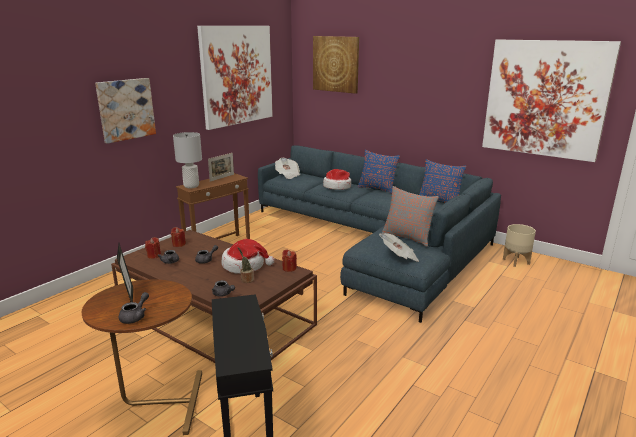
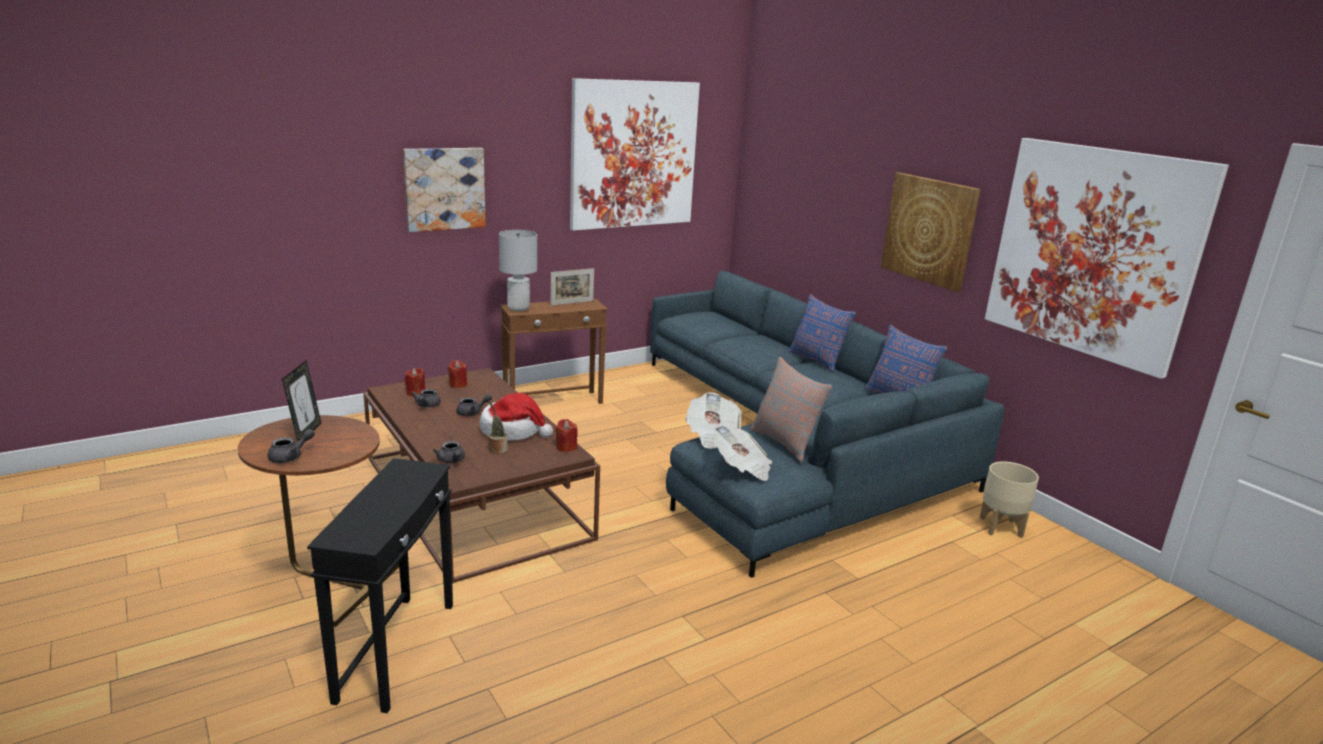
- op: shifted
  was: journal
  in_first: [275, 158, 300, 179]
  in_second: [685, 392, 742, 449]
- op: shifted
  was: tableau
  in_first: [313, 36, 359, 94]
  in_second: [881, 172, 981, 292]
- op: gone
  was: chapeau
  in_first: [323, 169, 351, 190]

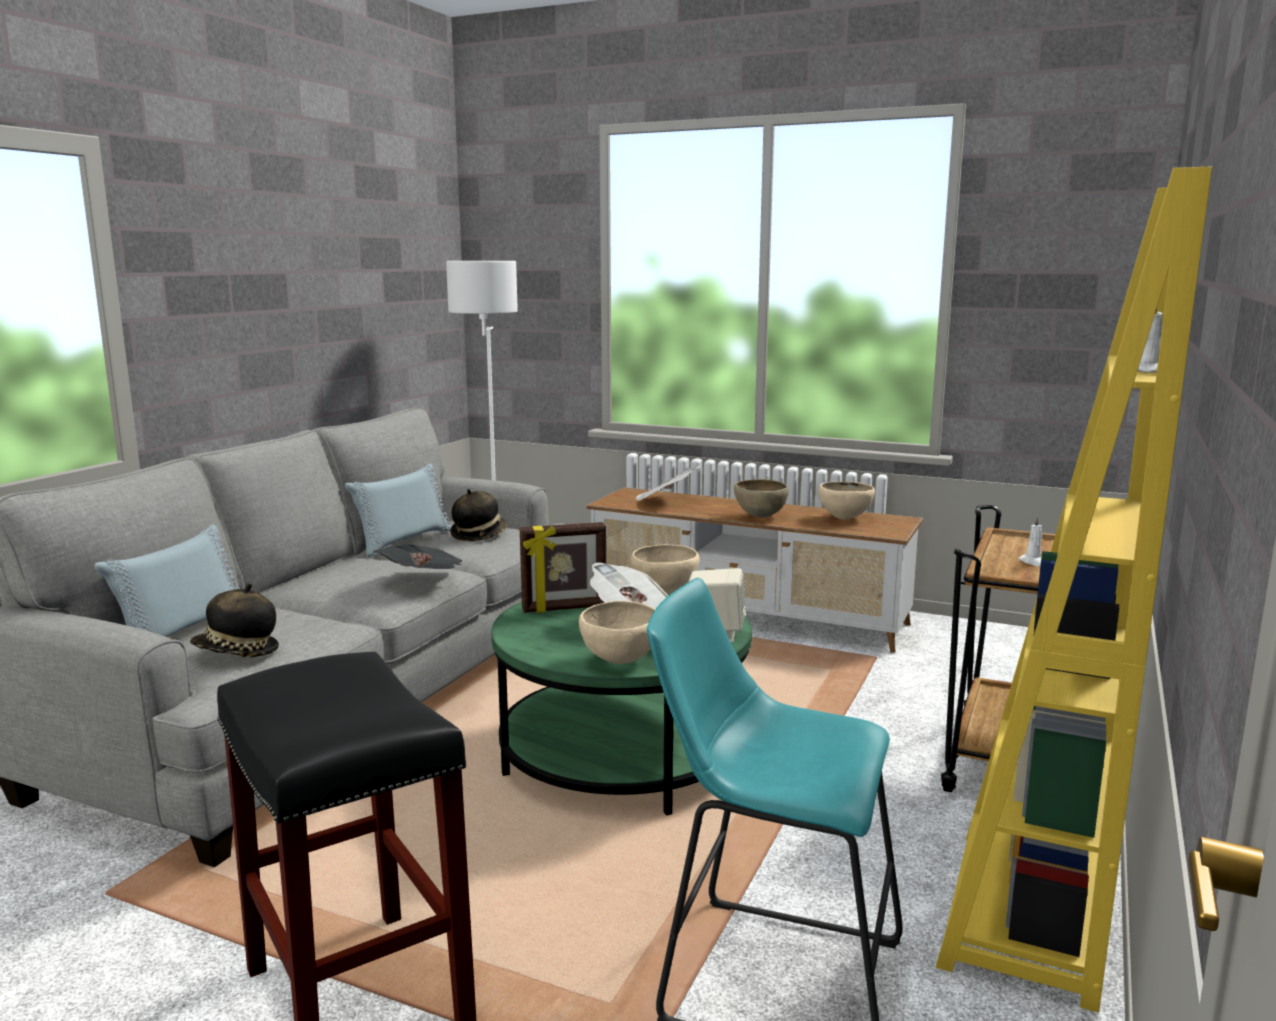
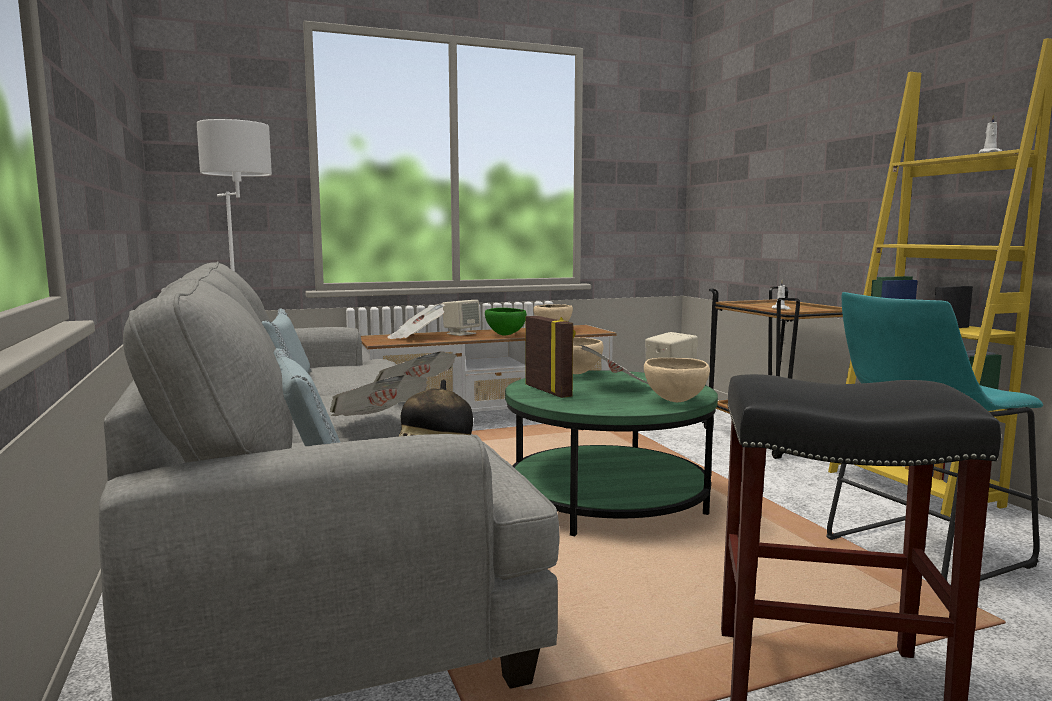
- op: gone
  was: chapeau
  in_first: [450, 489, 507, 541]
- op: rotated
  was: cadre photo
  in_first: [520, 522, 606, 613]
  in_second: [525, 316, 575, 398]
  clockwise: -60
- op: repainted
  was: bol [marron]
  now: bol [vert]
  in_first: [734, 479, 789, 518]
  in_second: [485, 308, 527, 336]
- op: new
  now: journal
  in_second: [330, 375, 428, 416]
- op: new
  now: enceinte [beige]
  in_second: [442, 300, 480, 336]

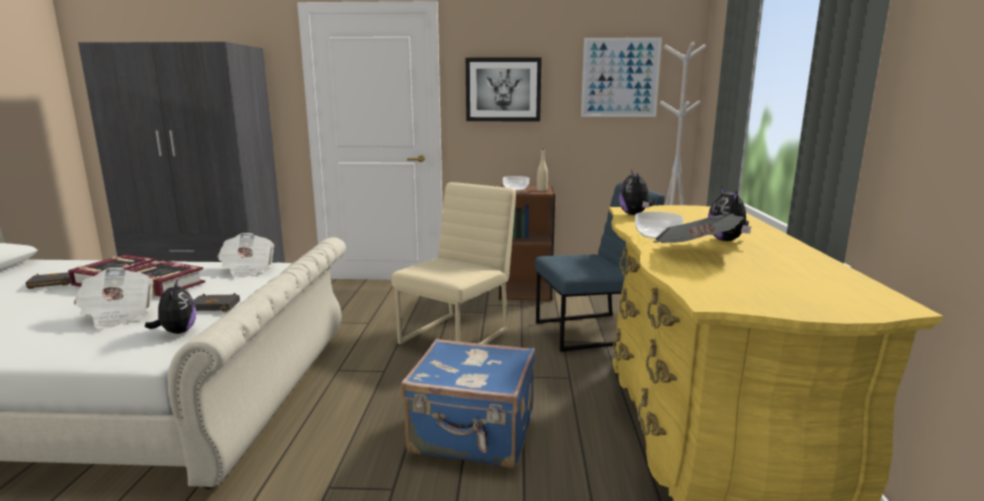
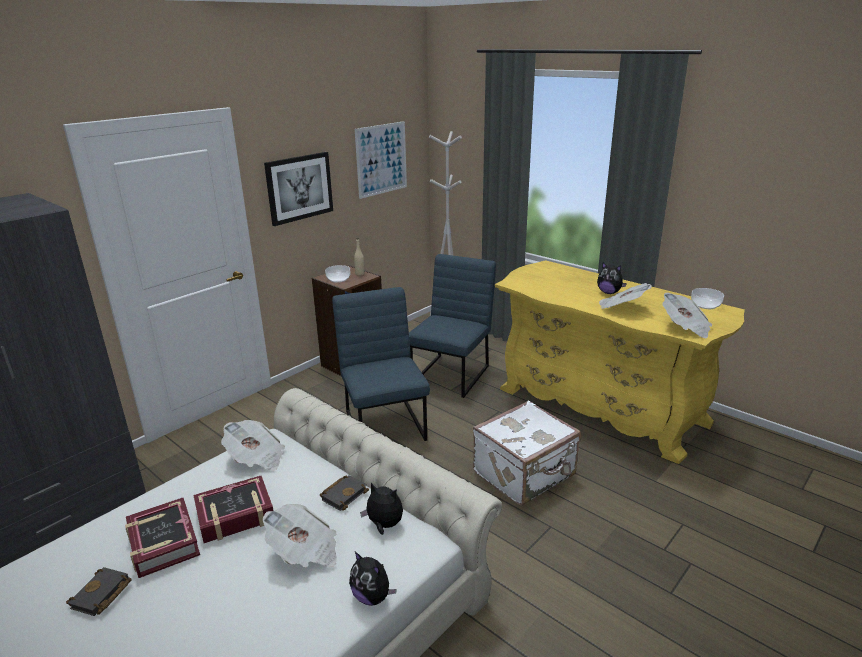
- op: repainted
  was: chaise [beige]
  now: chaise [bleu]
  in_first: [391, 182, 516, 344]
  in_second: [332, 287, 430, 441]
- op: repainted
  was: valise [bleu]
  now: valise [blanc]
  in_first: [401, 339, 535, 468]
  in_second: [473, 401, 581, 506]
- op: shifted
  was: peluche
  in_first: [619, 169, 655, 215]
  in_second: [349, 552, 397, 606]
- op: shifted
  was: bol
  in_first: [635, 212, 684, 239]
  in_second: [691, 288, 724, 309]
- op: new
  now: journal
  in_second: [662, 292, 712, 339]

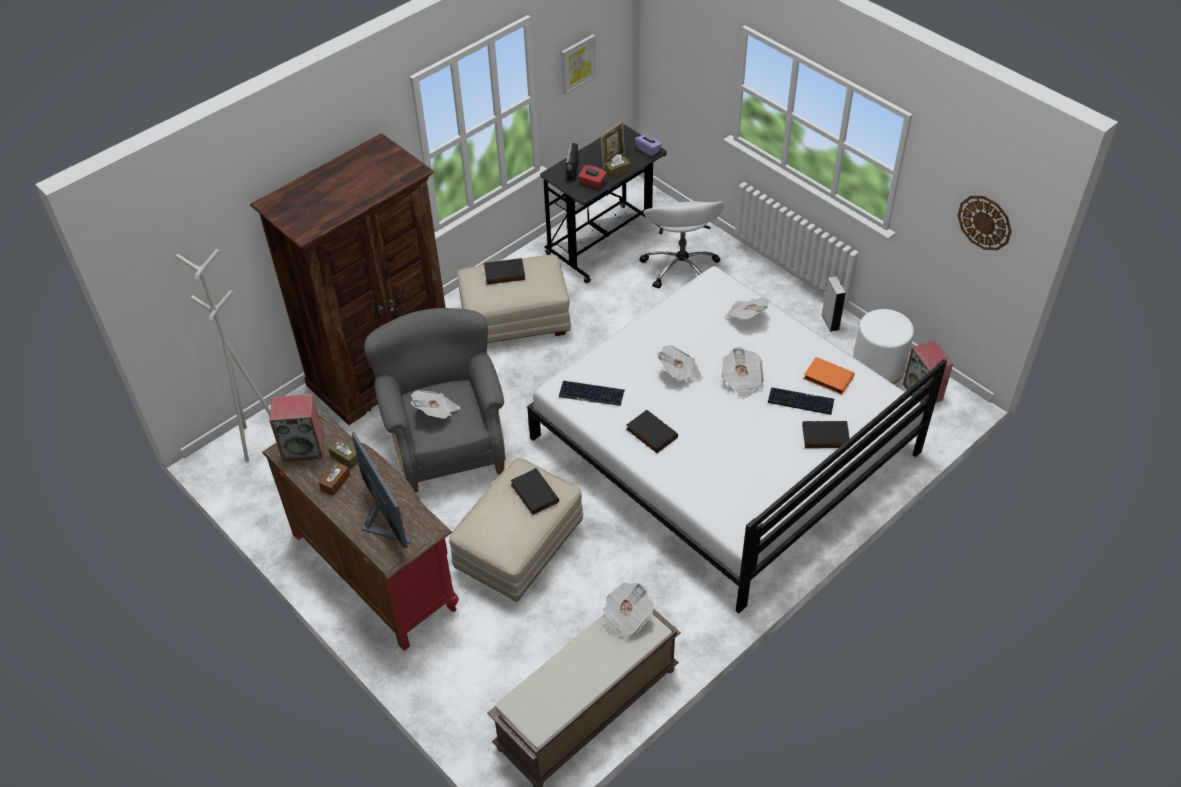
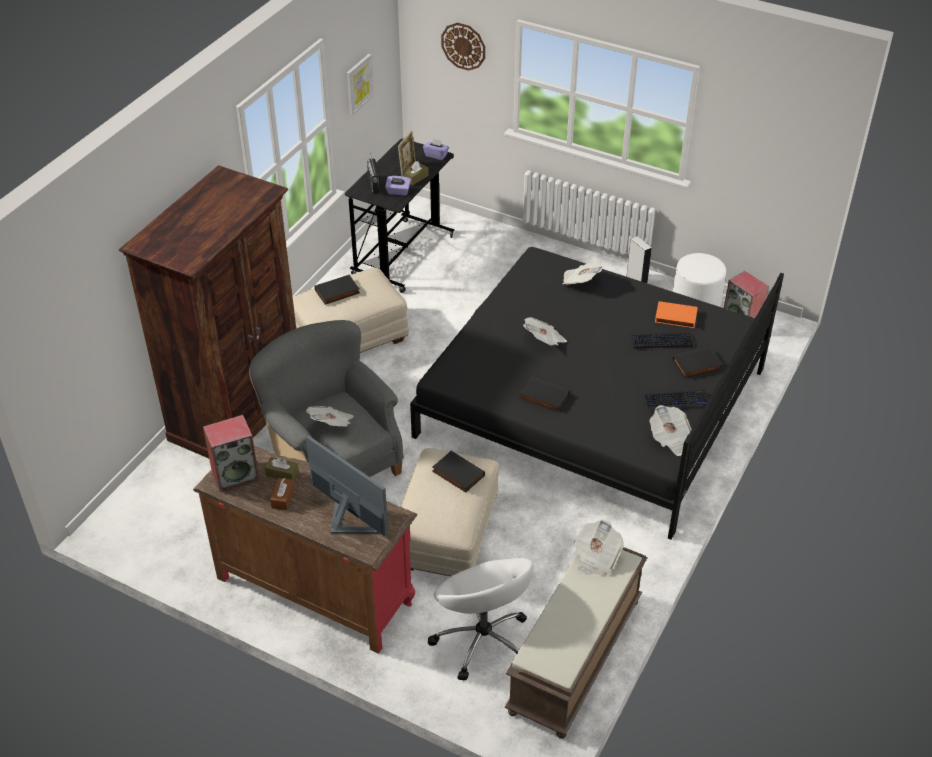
- op: gone
  was: portant [gris]
  in_first: [175, 249, 270, 462]
- op: repainted
  was: lit [blanc]
  now: lit [noir]
  in_first: [527, 266, 947, 614]
  in_second: [410, 247, 784, 540]
- op: shifted
  was: clavier
  in_first: [559, 381, 625, 406]
  in_second: [644, 390, 708, 410]
- op: repainted
  was: boîte à mouchoirs [rouge]
  now: boîte à mouchoirs [violet]
  in_first: [579, 165, 607, 188]
  in_second: [385, 176, 411, 196]
- op: shifted
  was: chaise de bureau [blanc]
  in_first: [639, 201, 724, 288]
  in_second: [428, 558, 534, 680]
- op: shifted
  was: journal
  in_first: [722, 347, 764, 399]
  in_second: [649, 405, 692, 456]
- op: shifted
  was: horloge murale
  in_first: [957, 196, 1012, 250]
  in_second: [441, 23, 485, 71]

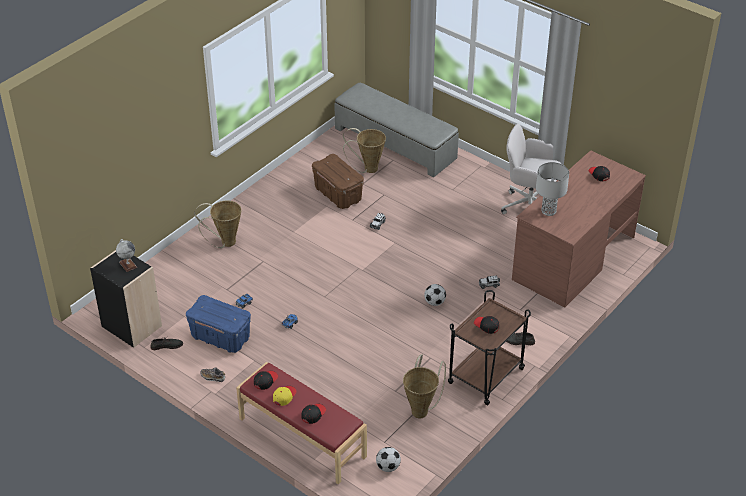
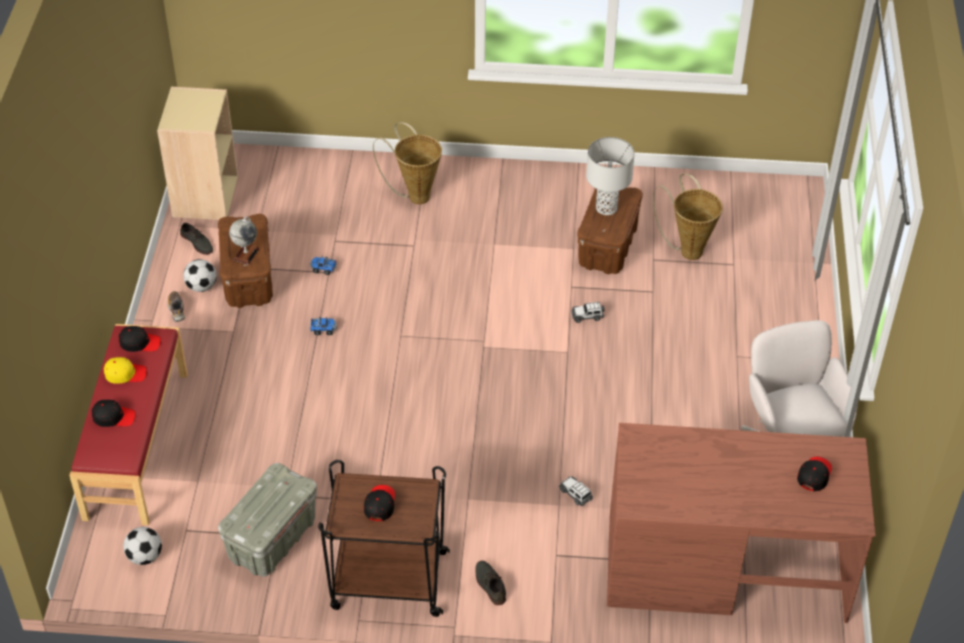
- op: repainted
  was: bibliothèque [noir]
  now: bibliothèque [beige]
  in_first: [90, 250, 162, 348]
  in_second: [157, 87, 238, 220]
- op: shifted
  was: globe
  in_first: [116, 239, 137, 272]
  in_second: [229, 217, 259, 265]
- op: repainted
  was: boîte de rangement [bleu]
  now: boîte de rangement [marron]
  in_first: [186, 295, 251, 353]
  in_second: [218, 214, 273, 308]
- op: gone
  was: banc [gris]
  in_first: [334, 83, 459, 177]
- op: swapped
  was: panier
  now: boîte de rangement [gris]
  in_first: [403, 355, 446, 418]
  in_second: [218, 463, 317, 577]
- op: shifted
  was: ballon de foot
  in_first: [424, 284, 446, 306]
  in_second: [183, 259, 217, 292]
- op: shifted
  was: lampe de table [blanc]
  in_first: [536, 162, 569, 216]
  in_second: [586, 137, 635, 215]

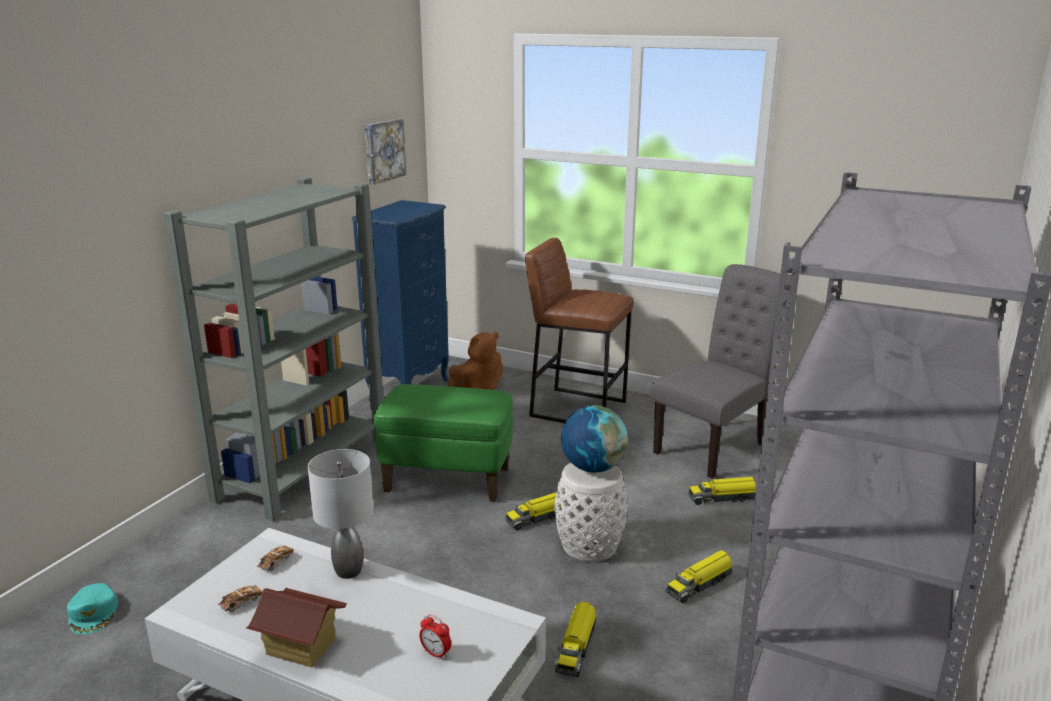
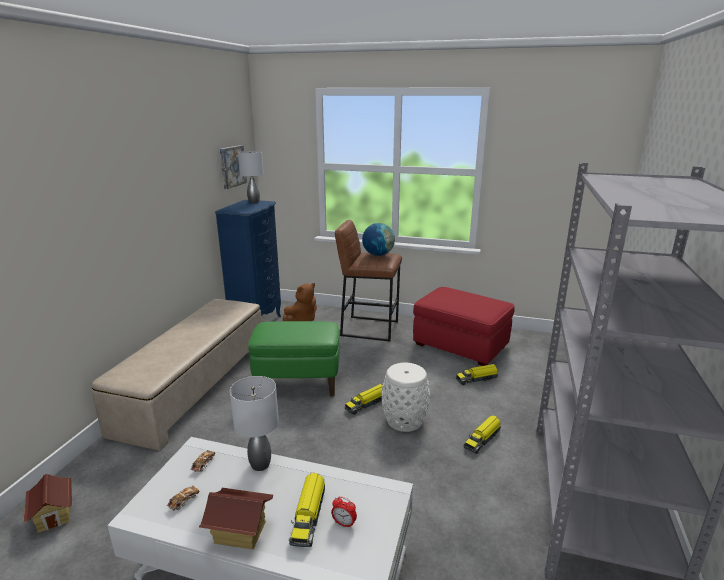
- op: swapped
  was: casquette [turquoise]
  now: maison miniature
  in_first: [67, 583, 118, 634]
  in_second: [24, 474, 72, 533]
- op: swapped
  was: bibliothèque [gris]
  now: banc [beige]
  in_first: [163, 177, 384, 522]
  in_second: [92, 299, 262, 451]
- op: shifted
  was: camion jouet
  in_first: [554, 601, 596, 677]
  in_second: [289, 473, 325, 547]
- op: shifted
  was: globe
  in_first: [561, 405, 628, 473]
  in_second: [362, 223, 395, 256]
- op: swapped
  was: chaise [gris]
  now: pouf [rouge]
  in_first: [652, 264, 791, 479]
  in_second: [413, 287, 515, 366]
- op: new
  now: lampe de table [gris]
  in_second: [238, 151, 264, 203]

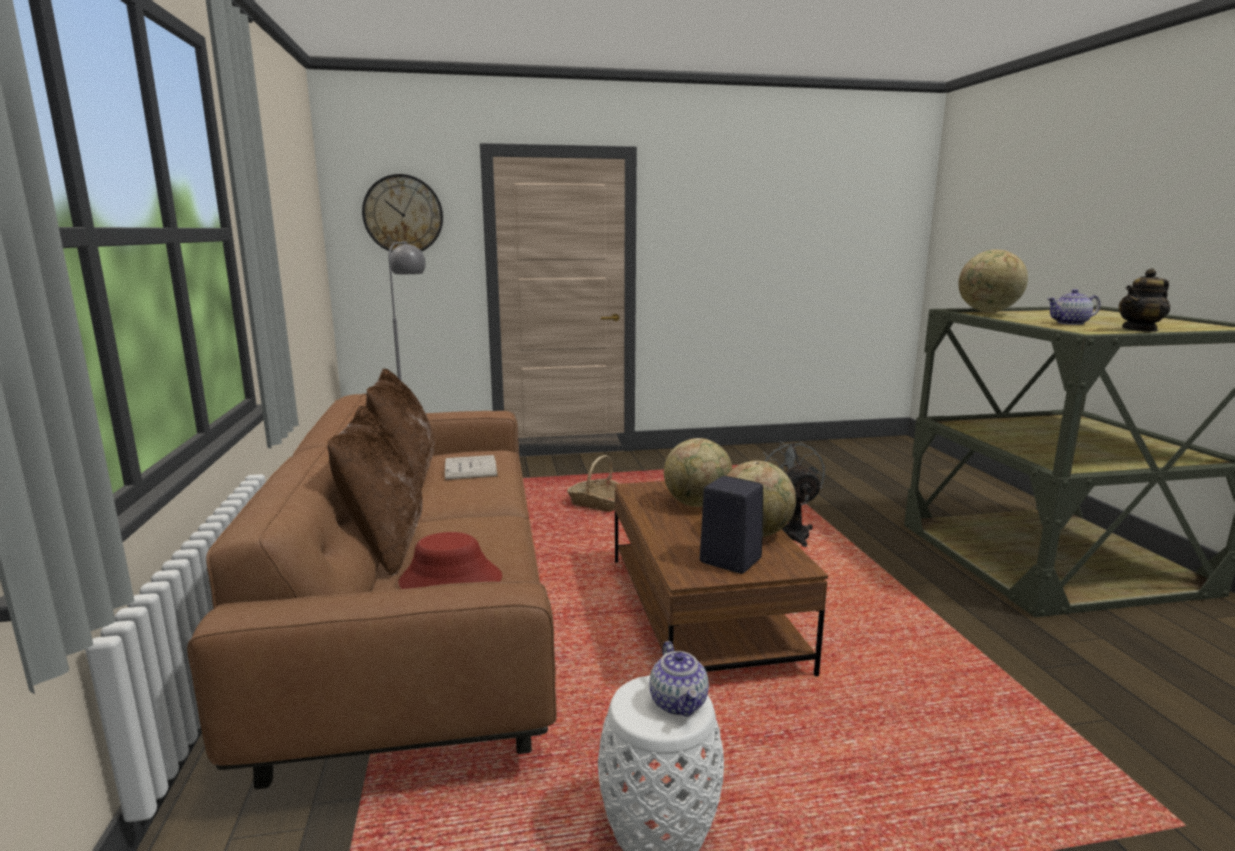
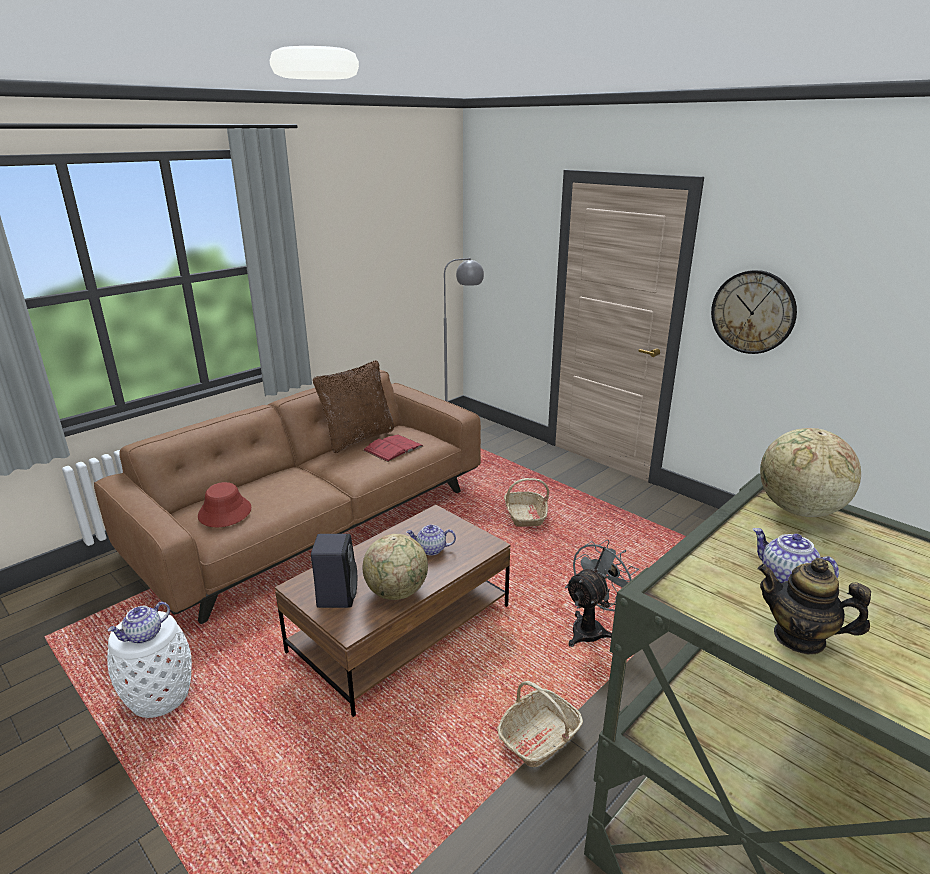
- op: gone
  was: coussin [marron]
  in_first: [327, 405, 423, 576]
- op: shifted
  was: horloge murale
  in_first: [362, 174, 443, 252]
  in_second: [711, 270, 797, 354]
- op: repainted
  was: livre [blanc]
  now: livre [rouge]
  in_first: [444, 455, 498, 480]
  in_second: [363, 434, 423, 462]
- op: swapped
  was: globe
  now: théière
  in_first: [664, 438, 733, 507]
  in_second: [406, 524, 456, 555]
- op: new
  now: panier
  in_second: [497, 681, 583, 767]

